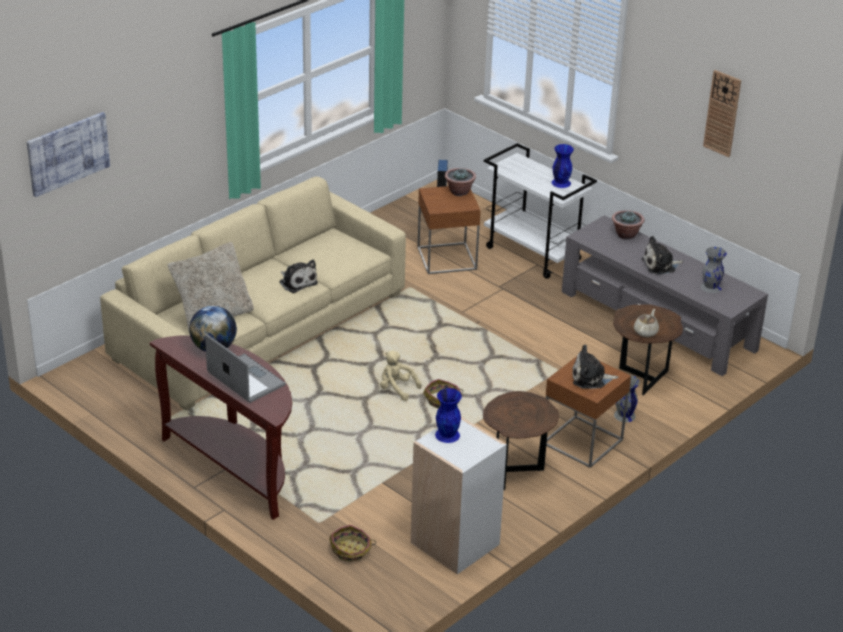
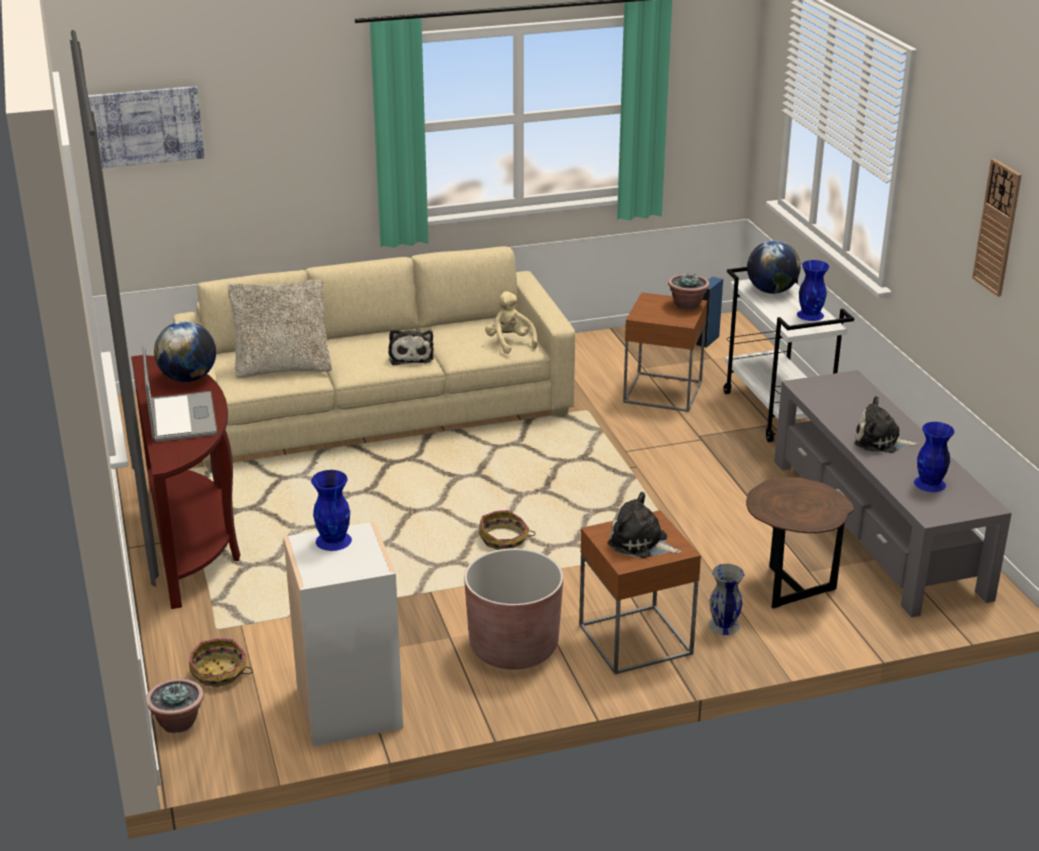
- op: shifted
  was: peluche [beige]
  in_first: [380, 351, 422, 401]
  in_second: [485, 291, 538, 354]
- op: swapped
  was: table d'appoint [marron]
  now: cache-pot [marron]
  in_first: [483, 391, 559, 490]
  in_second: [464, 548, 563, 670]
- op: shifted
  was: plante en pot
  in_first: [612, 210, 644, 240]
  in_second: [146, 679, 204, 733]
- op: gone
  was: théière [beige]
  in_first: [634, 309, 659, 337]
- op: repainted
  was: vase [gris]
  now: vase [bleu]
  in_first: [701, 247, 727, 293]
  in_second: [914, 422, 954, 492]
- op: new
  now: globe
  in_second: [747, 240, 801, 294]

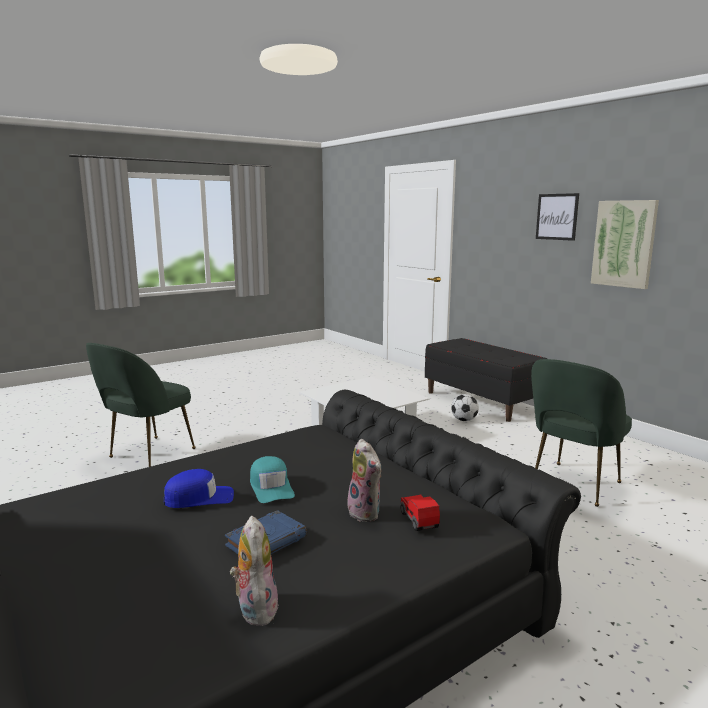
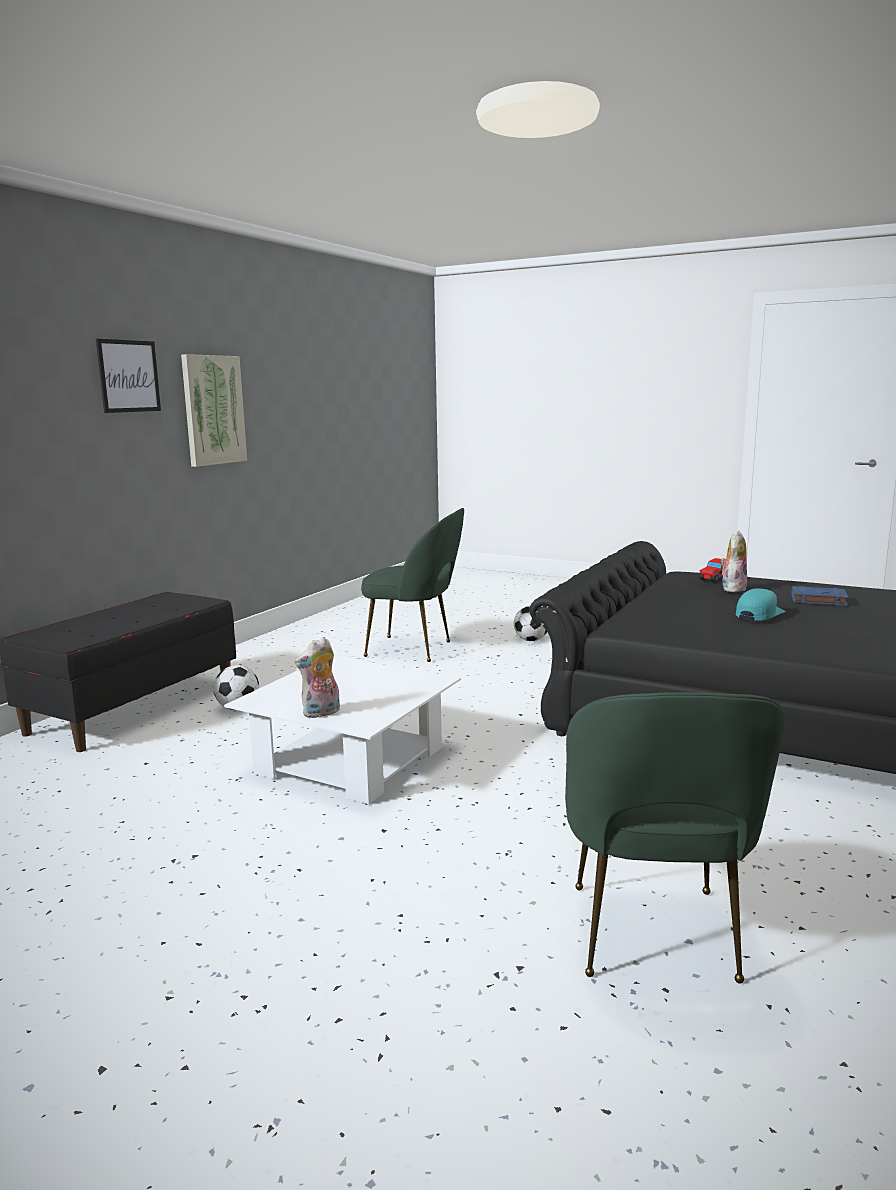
- op: rotated
  was: chaise [vert]
  in_first: [86, 343, 196, 467]
  in_second: [565, 692, 786, 984]
  clockwise: 90
- op: gone
  was: casquette [bleu]
  in_first: [163, 469, 234, 508]
- op: shifted
  was: peluche
  in_first: [230, 516, 279, 626]
  in_second: [295, 637, 340, 719]
- op: new
  now: ballon de foot
  in_second: [514, 606, 547, 641]

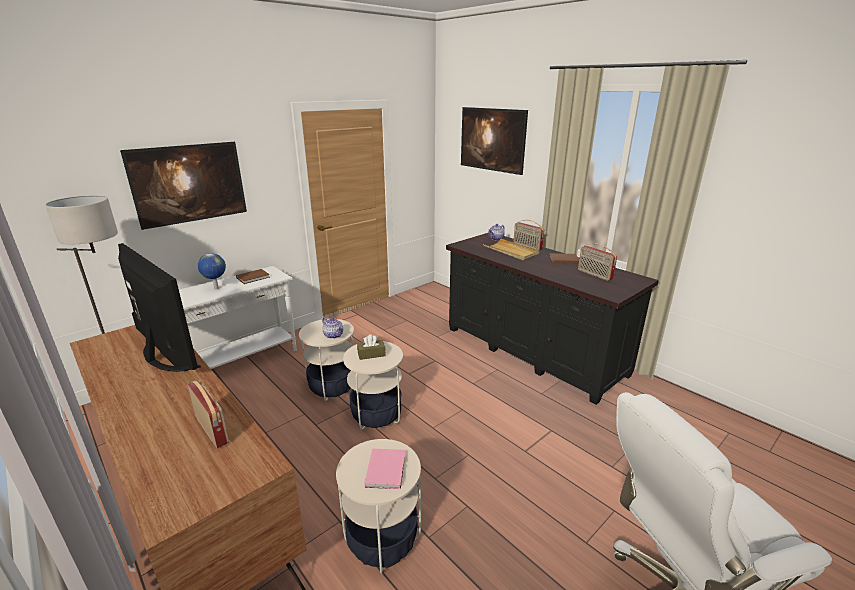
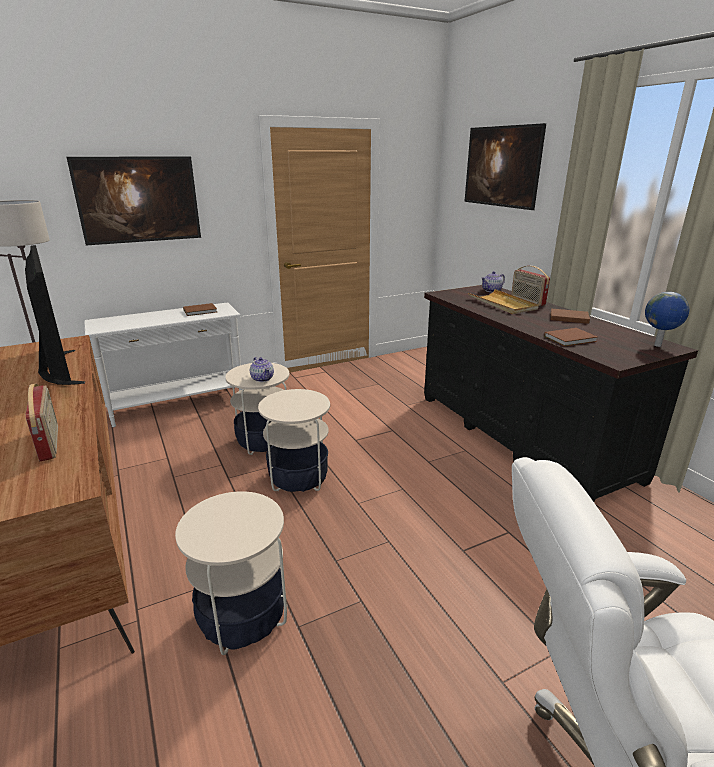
- op: shifted
  was: globe
  in_first: [198, 253, 226, 290]
  in_second: [645, 292, 689, 347]
- op: gone
  was: boîte à mouchoirs [marron]
  in_first: [357, 334, 386, 360]
- op: gone
  was: livre [rose]
  in_first: [364, 449, 405, 489]
- op: gone
  was: radio
  in_first: [578, 243, 617, 281]
- op: new
  now: livre [marron]
  in_second: [544, 328, 597, 346]

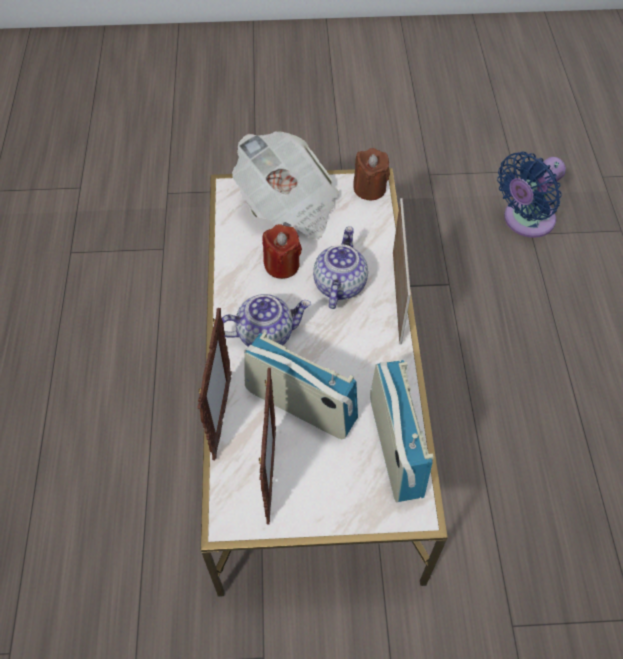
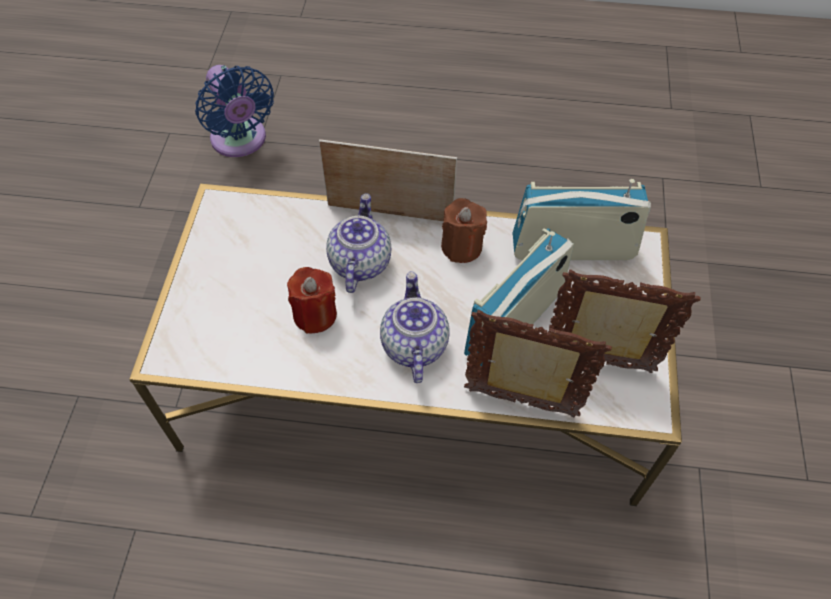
- op: gone
  was: journal
  in_first: [232, 131, 339, 239]
- op: rotated
  was: théière
  in_first: [313, 226, 368, 309]
  in_second: [326, 193, 391, 293]
  clockwise: 75
- op: shifted
  was: bougie [marron]
  in_first: [353, 148, 390, 200]
  in_second: [441, 198, 487, 263]

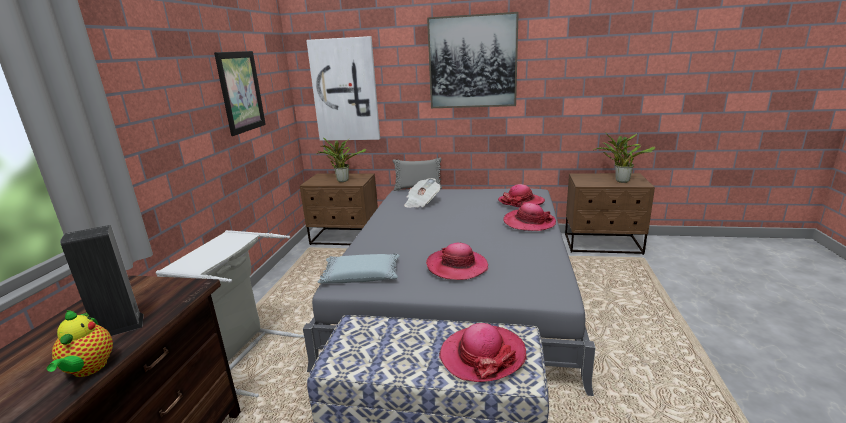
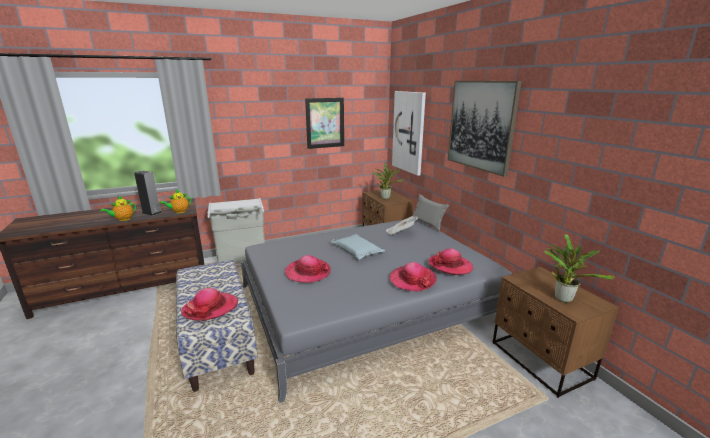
- op: shifted
  was: coussin [bleu]
  in_first: [318, 253, 400, 283]
  in_second: [331, 234, 385, 260]
- op: new
  now: théière
  in_second: [160, 189, 191, 213]

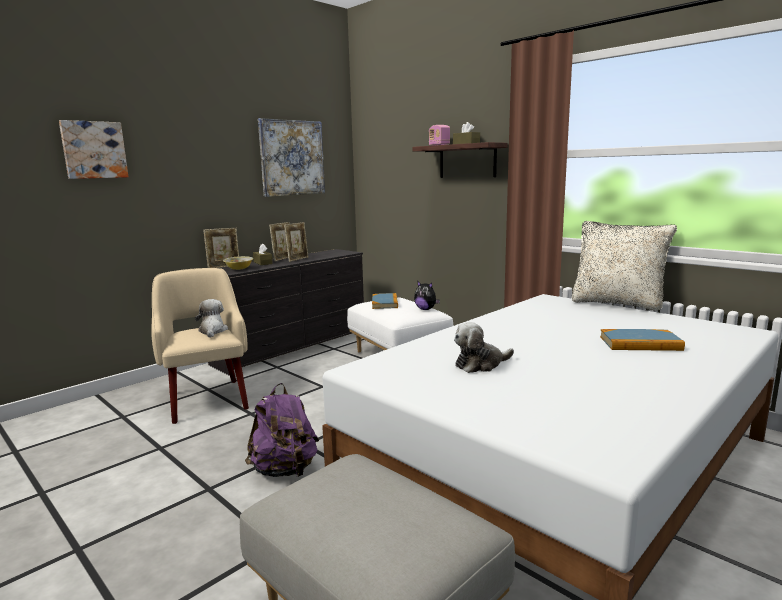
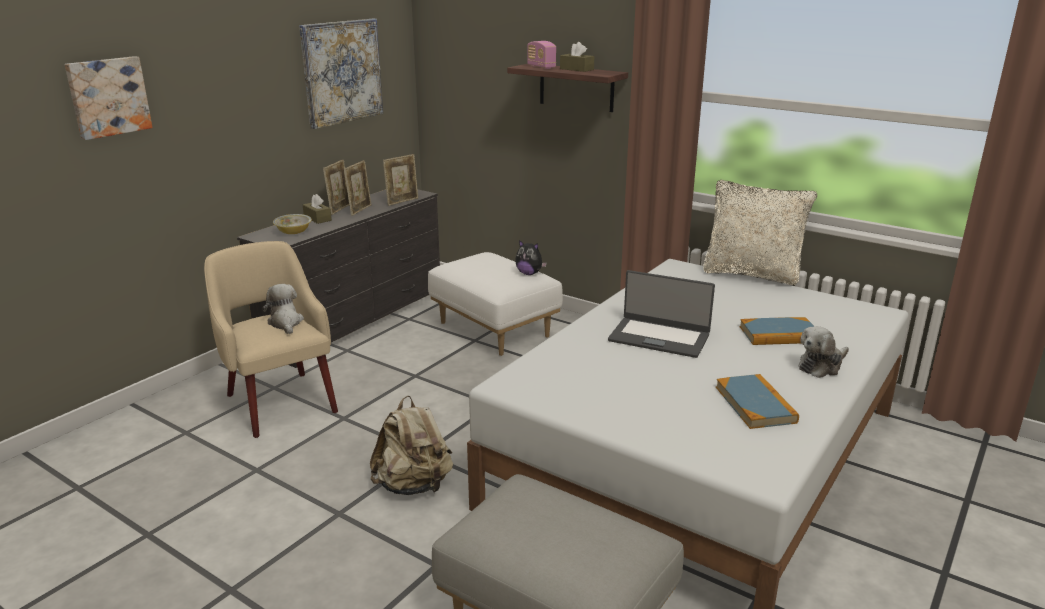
- op: shifted
  was: cadre photo
  in_first: [203, 228, 239, 268]
  in_second: [383, 154, 418, 206]
- op: repainted
  was: sac à dos [violet]
  now: sac à dos [beige]
  in_first: [245, 383, 319, 477]
  in_second: [370, 396, 453, 495]
- op: shifted
  was: livre
  in_first: [372, 293, 398, 309]
  in_second: [716, 374, 799, 429]
- op: shifted
  was: peluche
  in_first: [454, 322, 514, 373]
  in_second: [798, 326, 849, 378]
- op: new
  now: ordinateur portable
  in_second: [608, 270, 715, 358]

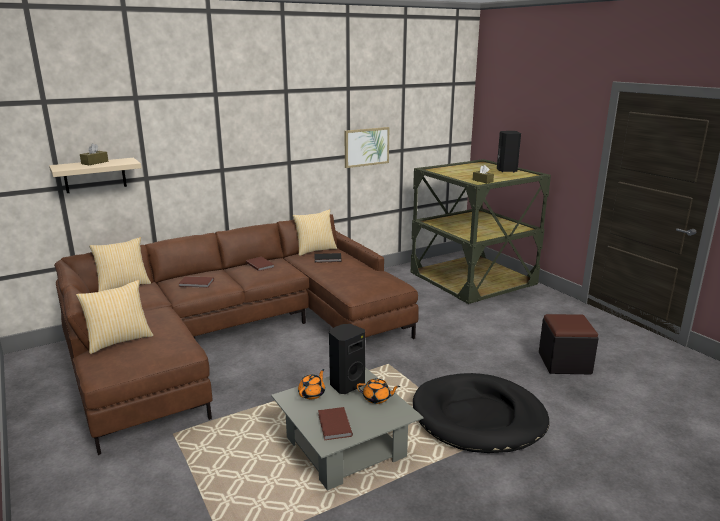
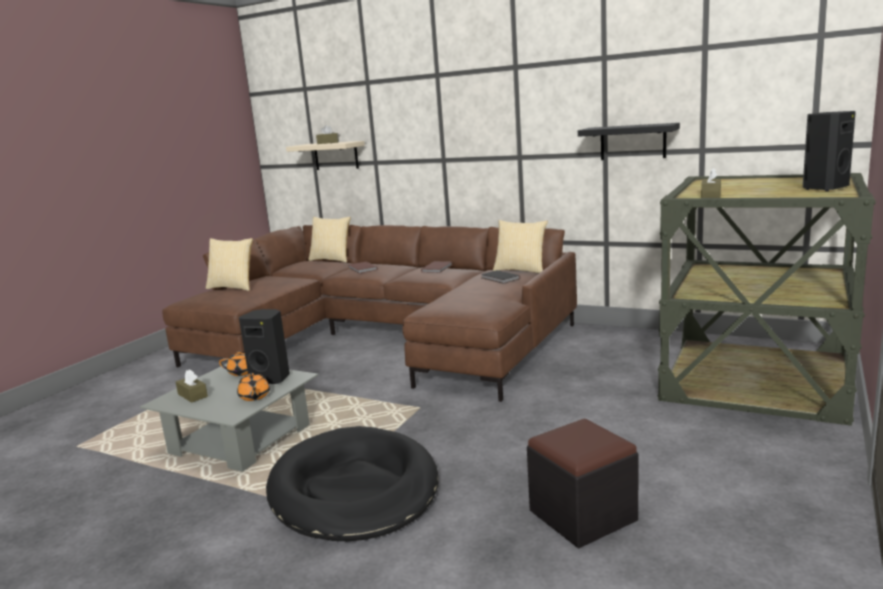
- op: swapped
  was: livre [marron]
  now: boîte à mouchoirs [marron]
  in_first: [318, 407, 353, 440]
  in_second: [176, 369, 208, 403]
- op: swapped
  was: tableau
  now: étagère [noir]
  in_first: [344, 127, 390, 168]
  in_second: [578, 123, 680, 160]

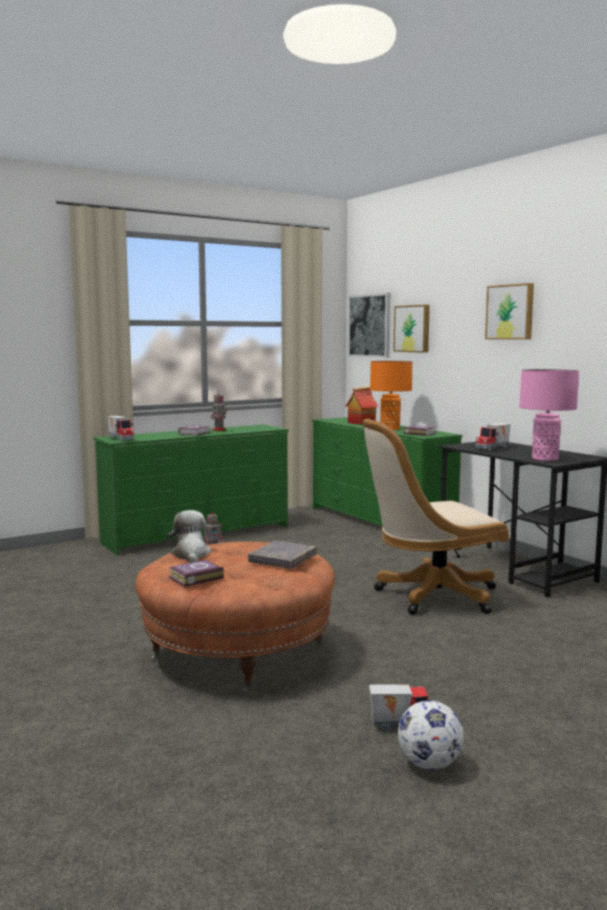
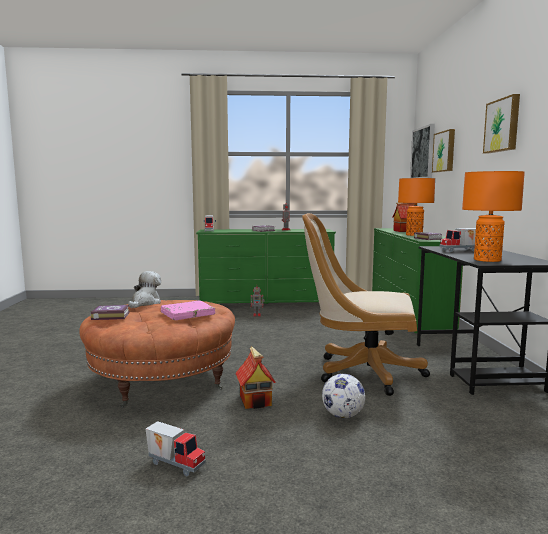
- op: repainted
  was: livre [gris]
  now: livre [rose]
  in_first: [248, 540, 317, 569]
  in_second: [161, 300, 215, 320]
- op: shifted
  was: ballon de foot
  in_first: [398, 700, 464, 770]
  in_second: [322, 374, 365, 418]
- op: repainted
  was: lampe de table [rose]
  now: lampe de table [orange]
  in_first: [519, 369, 579, 461]
  in_second: [462, 171, 525, 262]
- op: new
  now: maison miniature
  in_second: [235, 346, 276, 409]

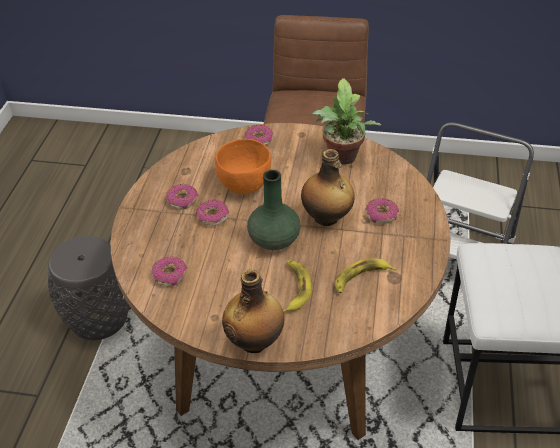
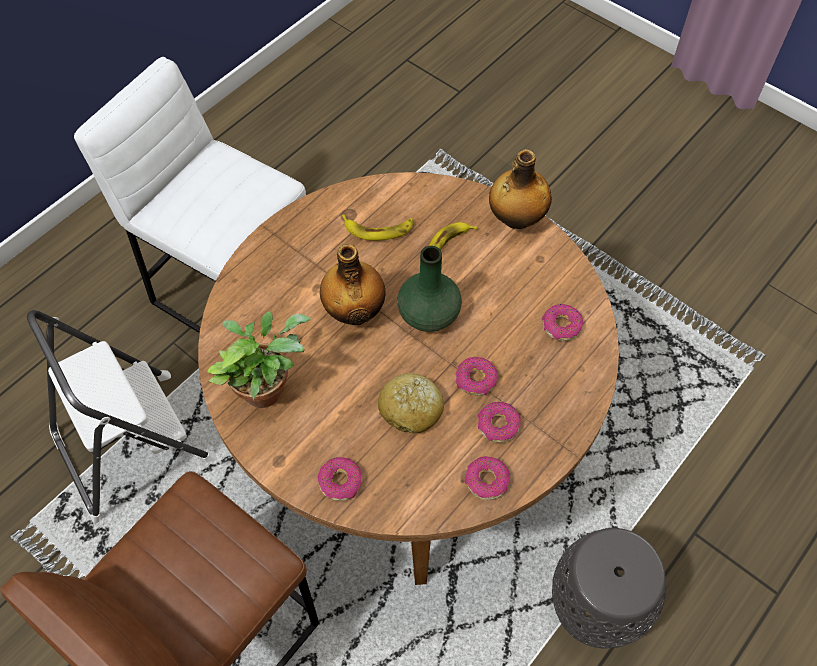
- op: swapped
  was: bol [orange]
  now: pain
  in_first: [215, 139, 271, 194]
  in_second: [378, 373, 444, 434]
- op: shifted
  was: beignet
  in_first: [365, 198, 399, 224]
  in_second: [465, 456, 510, 500]

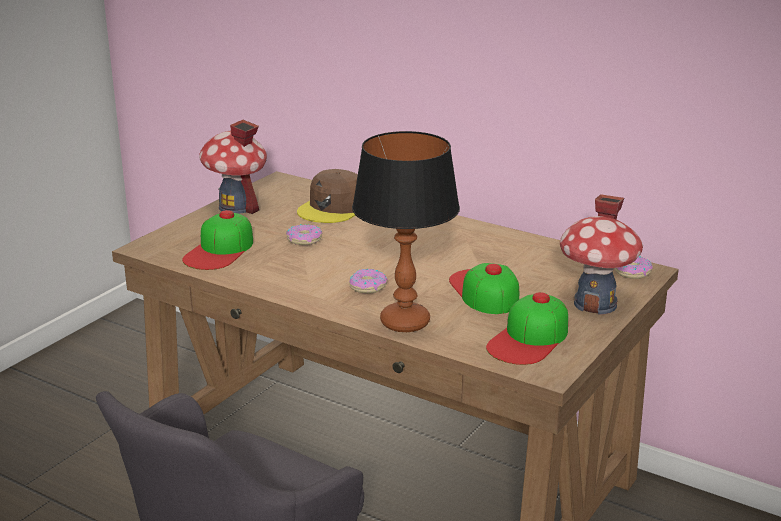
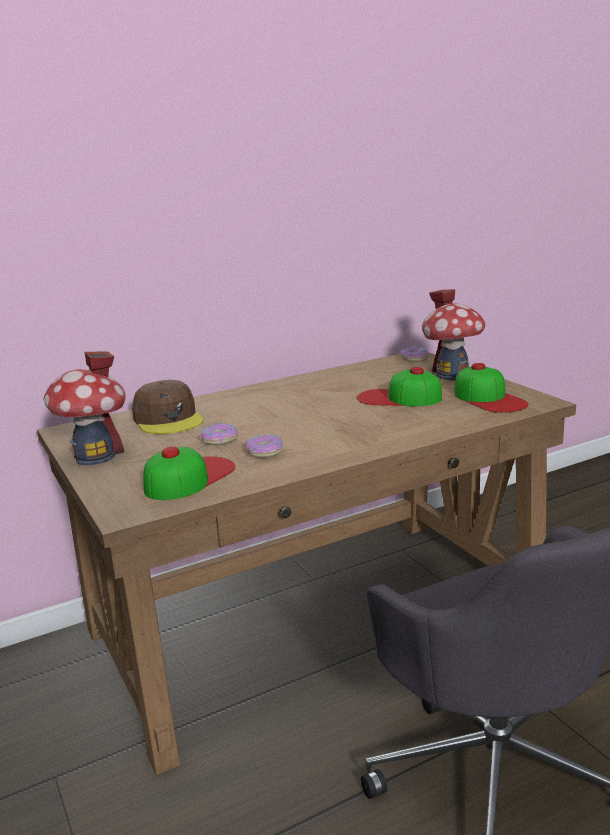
- op: rotated
  was: casquette
  in_first: [182, 210, 253, 270]
  in_second: [143, 446, 235, 500]
  clockwise: -105
- op: shifted
  was: beignet
  in_first: [349, 269, 388, 294]
  in_second: [245, 435, 283, 458]
- op: gone
  was: lampe de table
  in_first: [352, 131, 460, 332]

